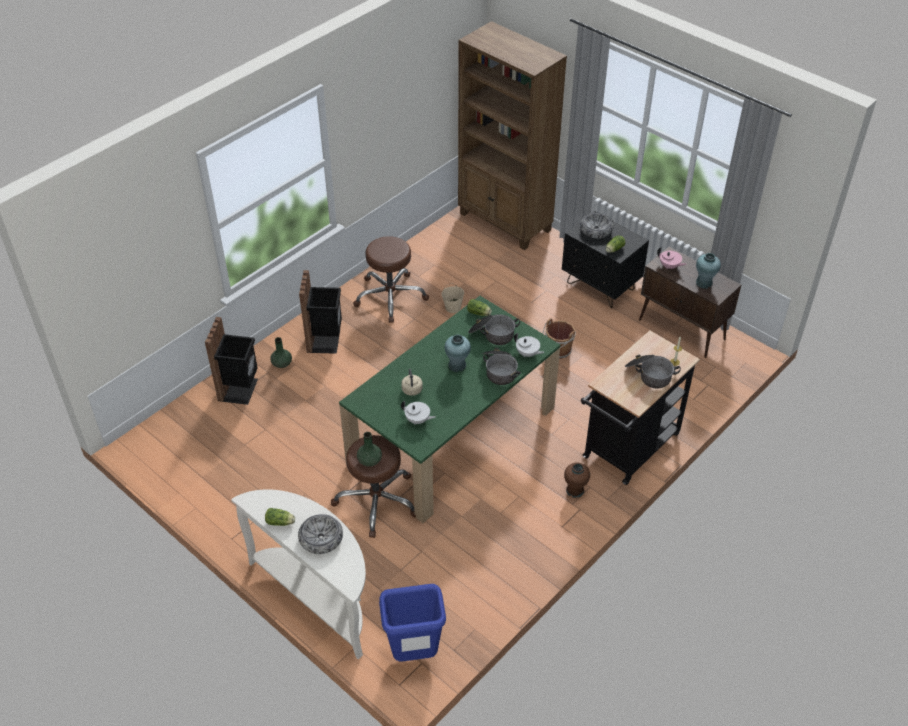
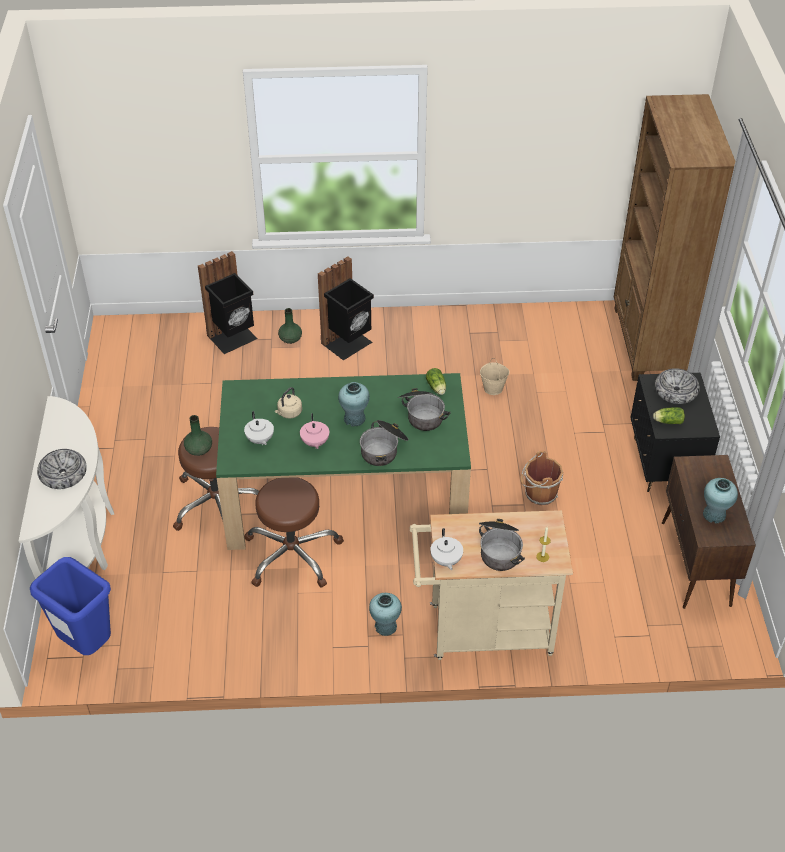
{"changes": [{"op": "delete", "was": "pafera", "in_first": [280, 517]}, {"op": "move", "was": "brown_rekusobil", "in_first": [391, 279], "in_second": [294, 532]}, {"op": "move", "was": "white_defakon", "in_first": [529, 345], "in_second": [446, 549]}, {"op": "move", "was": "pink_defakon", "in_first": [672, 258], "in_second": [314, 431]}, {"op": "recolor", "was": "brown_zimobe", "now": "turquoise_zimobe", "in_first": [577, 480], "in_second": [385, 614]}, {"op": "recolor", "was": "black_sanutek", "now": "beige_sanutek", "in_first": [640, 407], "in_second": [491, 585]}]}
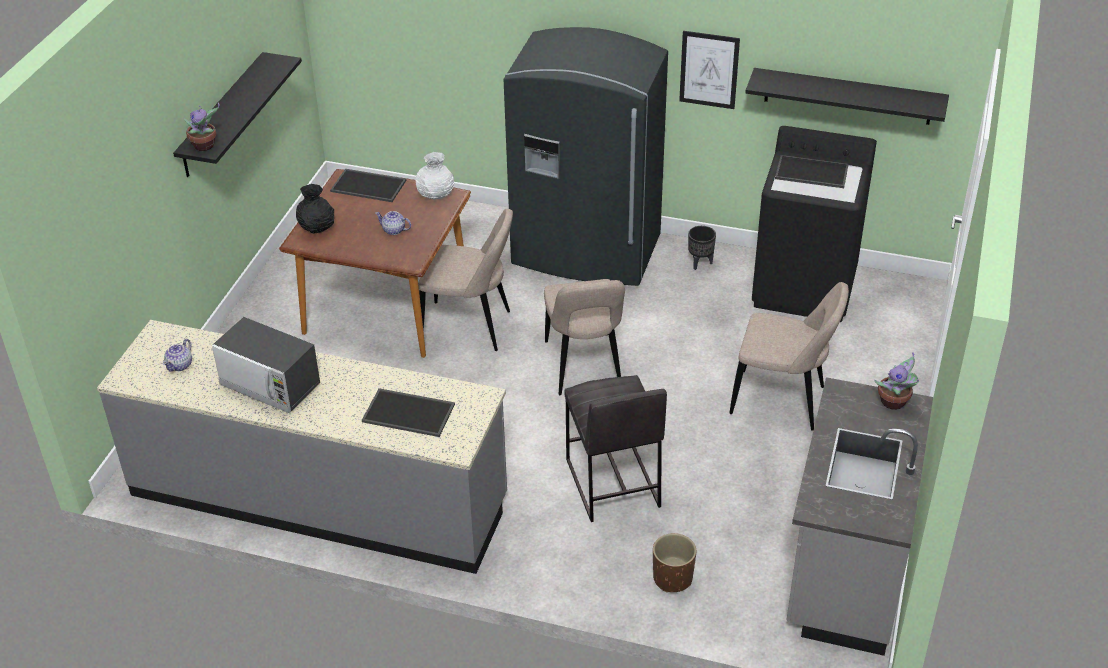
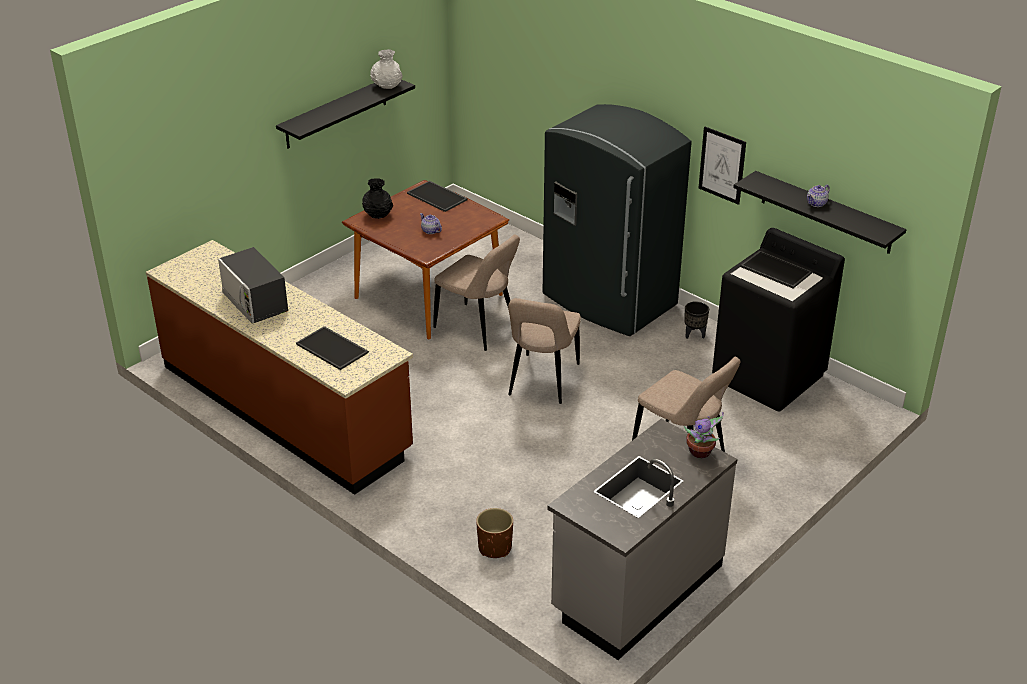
{"changes": [{"op": "delete", "was": "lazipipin", "in_first": [202, 126]}, {"op": "delete", "was": "grey_rekusobil", "in_first": [615, 448]}, {"op": "move", "was": "defakon", "in_first": [177, 355], "in_second": [818, 196]}, {"op": "move", "was": "white_zimobe", "in_first": [435, 176], "in_second": [386, 69]}, {"op": "recolor", "was": "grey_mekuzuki", "now": "brown_mekuzuki", "in_first": [302, 447], "in_second": [279, 367]}]}
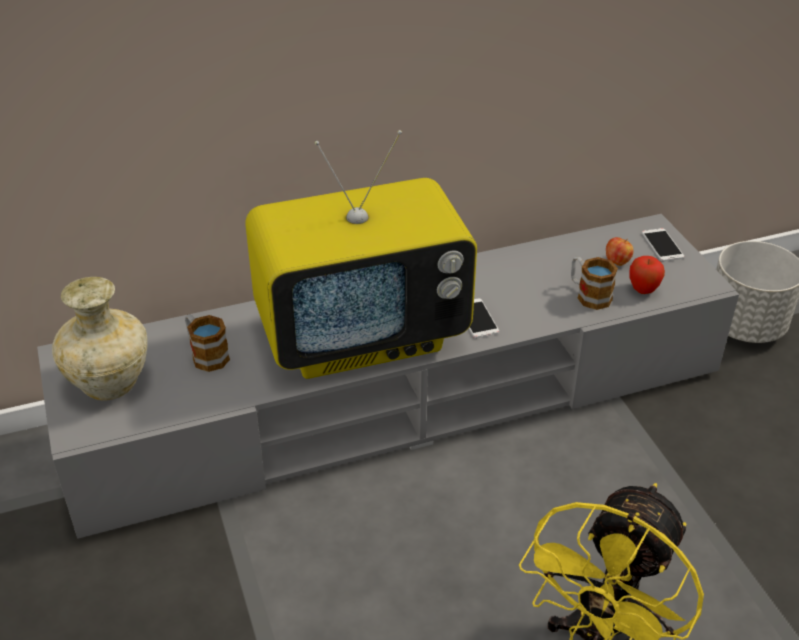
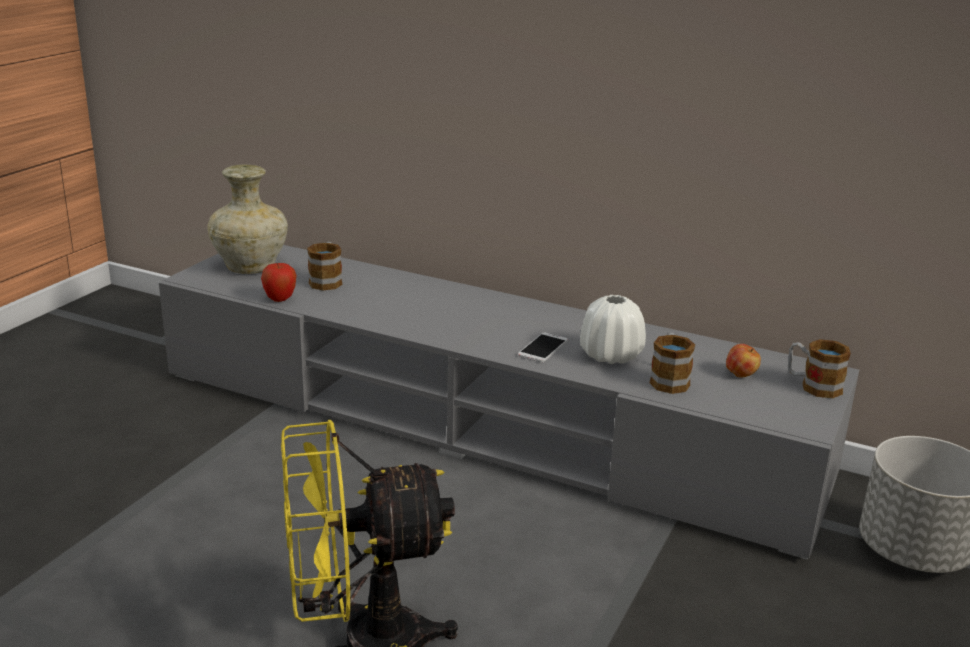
{"changes": [{"op": "delete", "was": "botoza", "in_first": [361, 254]}, {"op": "insert", "now": "white_zimobe", "in_second": [613, 329]}, {"op": "move", "was": "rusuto", "in_first": [647, 275], "in_second": [278, 282]}, {"op": "replace", "was": "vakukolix", "now": "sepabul", "in_first": [663, 244], "in_second": [819, 369]}]}
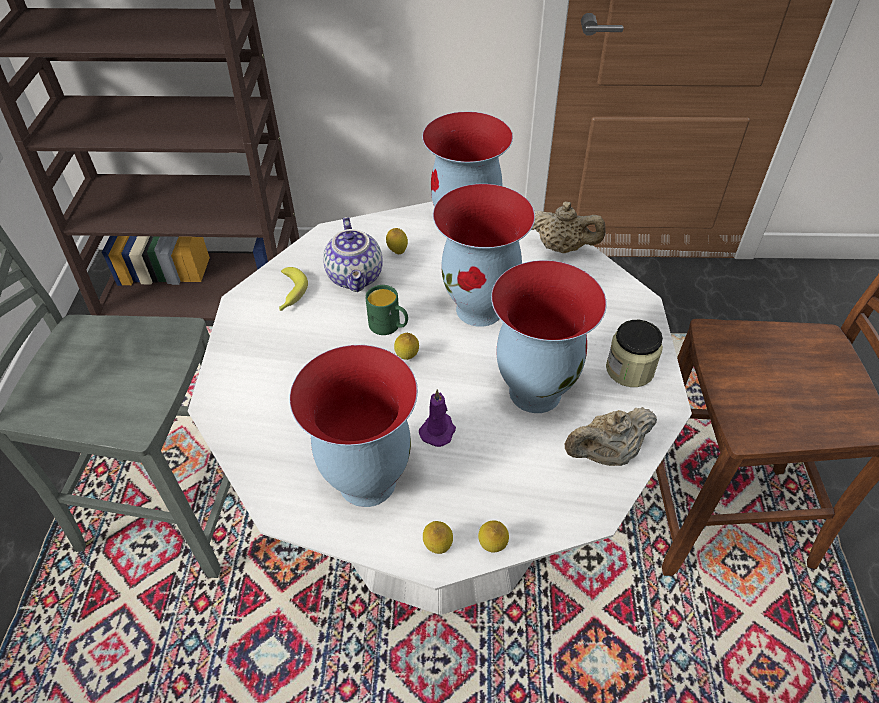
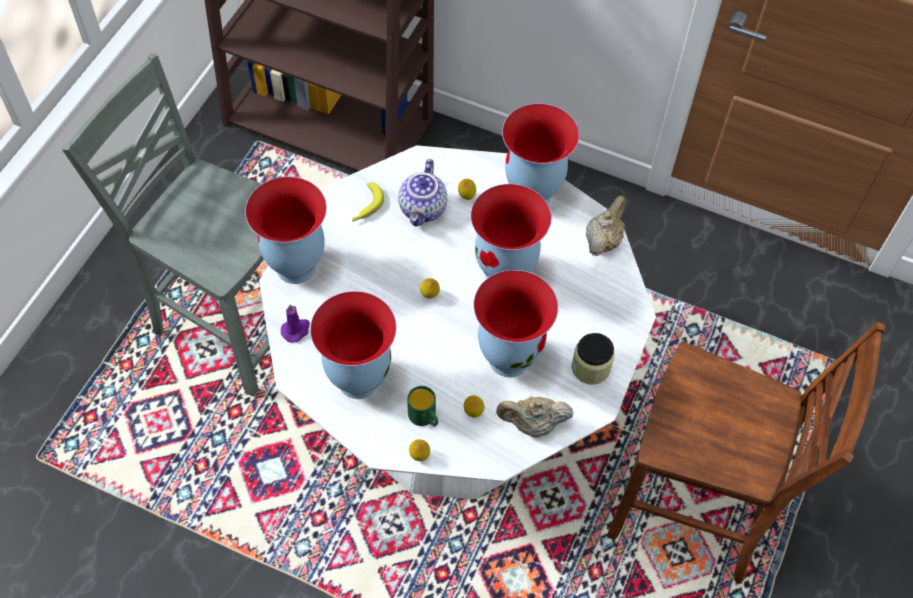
{"changes": [{"op": "insert", "now": "zimobe", "in_second": [286, 230]}, {"op": "move", "was": "green_sepabul", "in_first": [386, 310], "in_second": [422, 406]}, {"op": "move", "was": "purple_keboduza", "in_first": [437, 418], "in_second": [295, 323]}, {"op": "move", "was": "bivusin", "in_first": [438, 537], "in_second": [474, 406]}, {"op": "rotate", "was": "beige_defakon", "in_first": [568, 227], "in_second": [605, 226], "clockwise": -105}]}
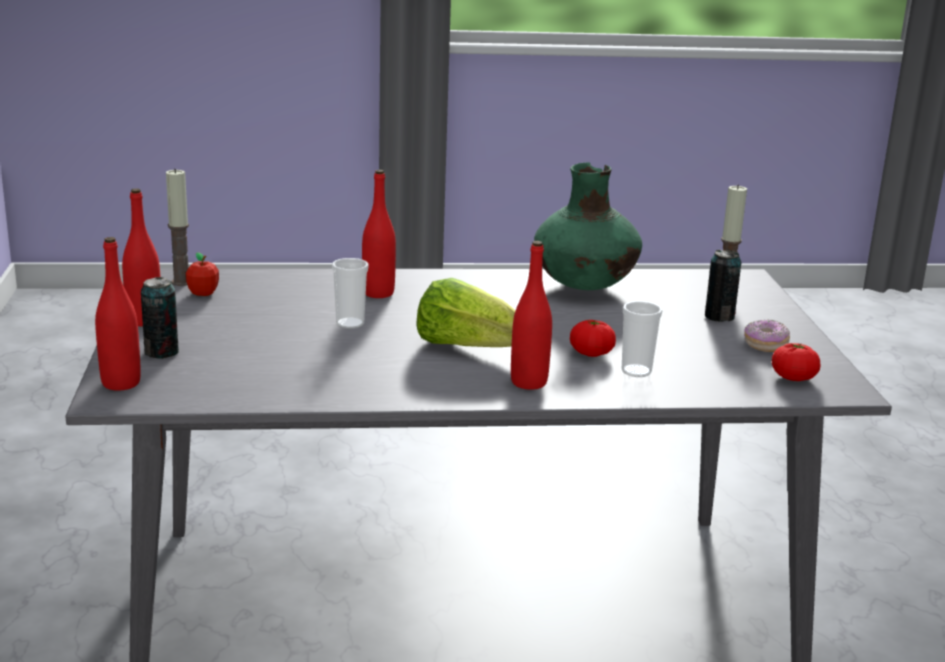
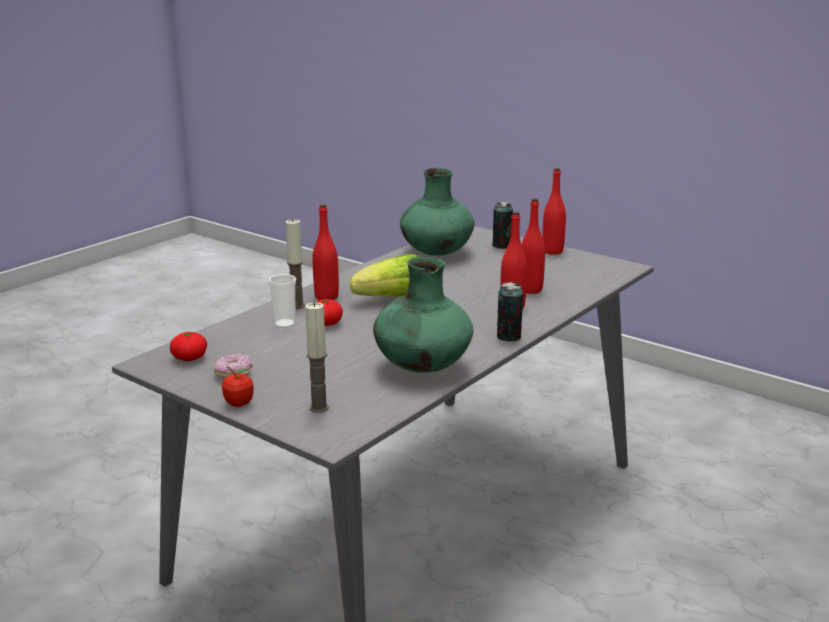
{"changes": [{"op": "delete", "was": "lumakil", "in_first": [350, 293]}, {"op": "insert", "now": "green_zimobe", "in_second": [437, 212]}, {"op": "move", "was": "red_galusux", "in_first": [118, 314], "in_second": [533, 246]}, {"op": "move", "was": "keboduza", "in_first": [177, 227], "in_second": [295, 264]}, {"op": "move", "was": "rusuto", "in_first": [202, 274], "in_second": [238, 386]}, {"op": "move", "was": "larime", "in_first": [723, 285], "in_second": [510, 312]}]}
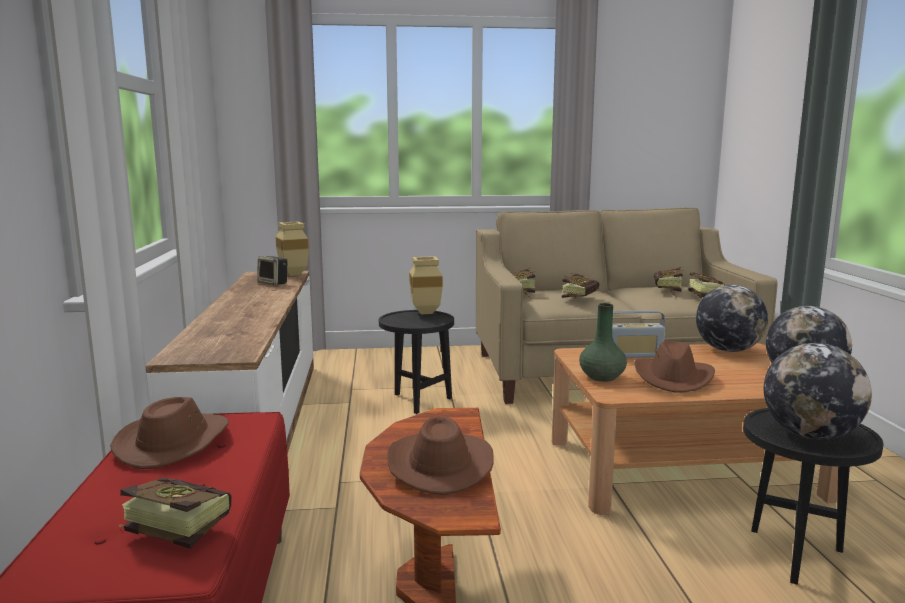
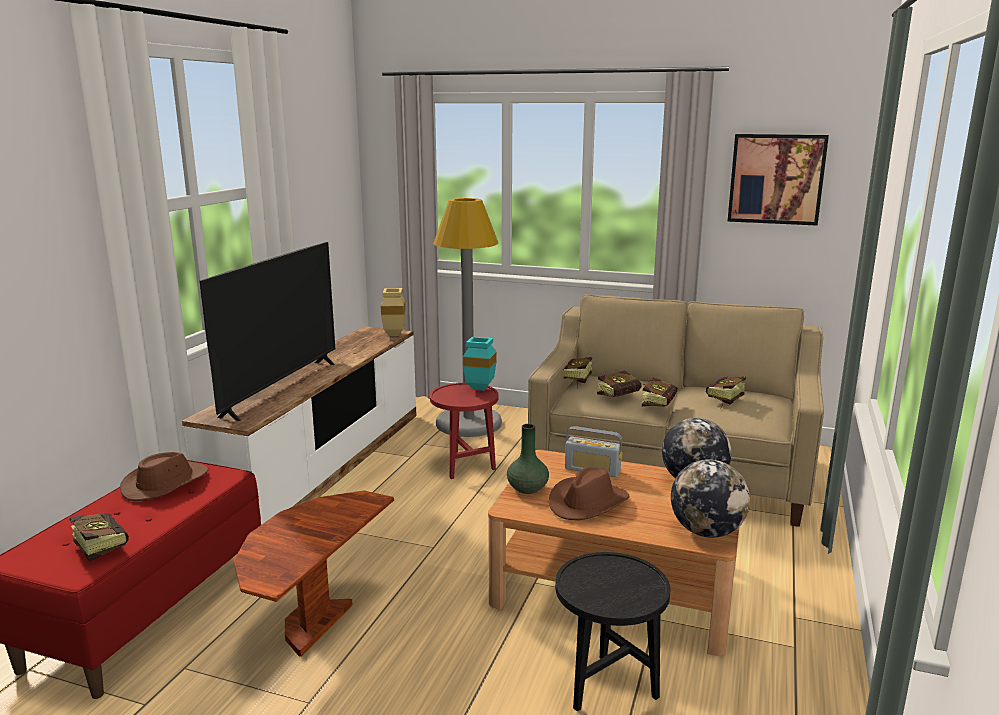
{"changes": [{"op": "delete", "was": "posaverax", "in_first": [272, 270]}, {"op": "delete", "was": "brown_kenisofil", "in_first": [440, 456]}, {"op": "delete", "was": "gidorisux", "in_first": [818, 391]}, {"op": "insert", "now": "botoza", "in_second": [267, 331]}, {"op": "insert", "now": "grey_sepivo", "in_second": [467, 317]}, {"op": "insert", "now": "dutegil", "in_second": [778, 180]}, {"op": "move", "was": "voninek", "in_first": [706, 285], "in_second": [660, 391]}, {"op": "recolor", "was": "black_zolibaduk", "now": "red_zolibaduk", "in_first": [416, 362], "in_second": [464, 431]}, {"op": "recolor", "was": "beige_zimobe", "now": "turquoise_zimobe", "in_first": [426, 285], "in_second": [480, 364]}]}
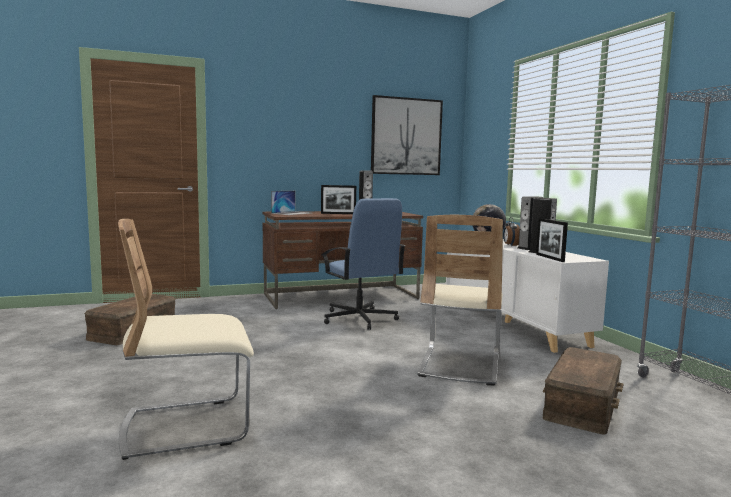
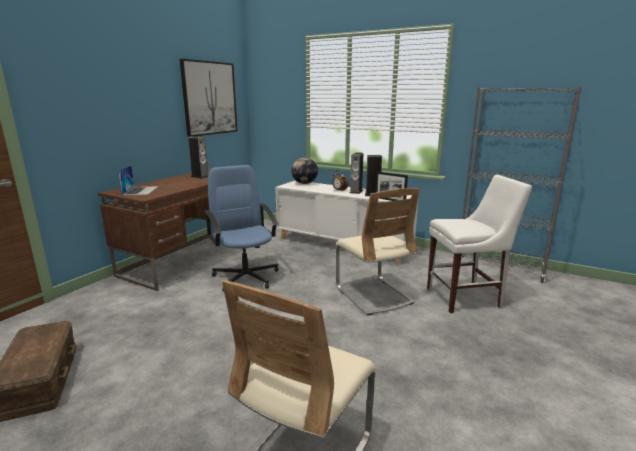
{"changes": [{"op": "delete", "was": "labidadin", "in_first": [338, 199]}, {"op": "replace", "was": "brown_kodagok", "now": "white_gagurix", "in_first": [583, 391], "in_second": [479, 244]}, {"op": "rotate", "was": "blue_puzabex", "in_first": [364, 264], "in_second": [242, 228], "clockwise": -135}]}
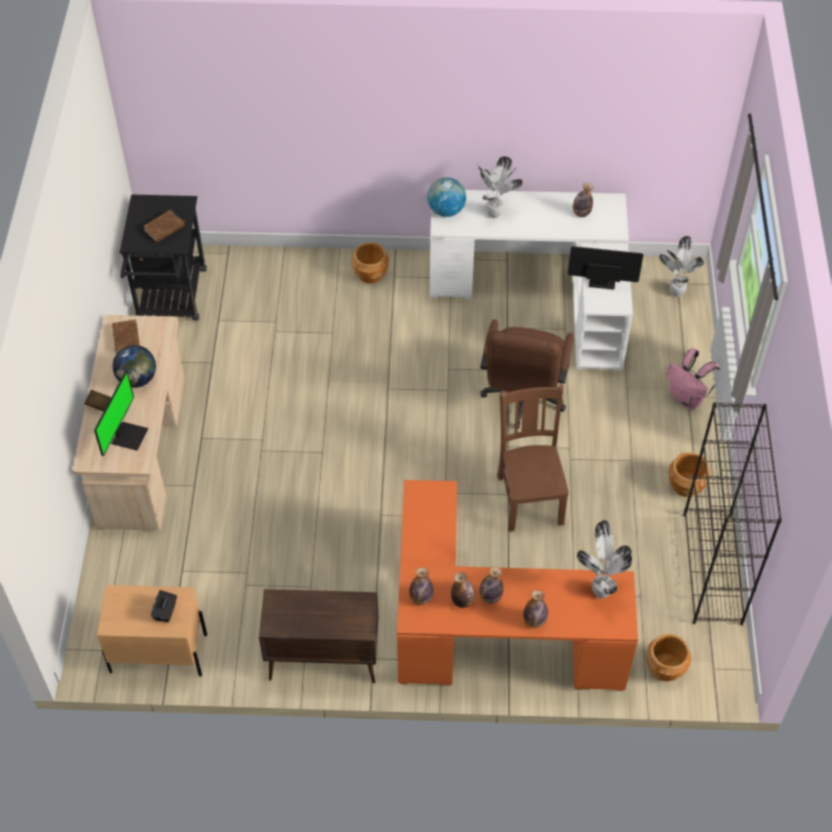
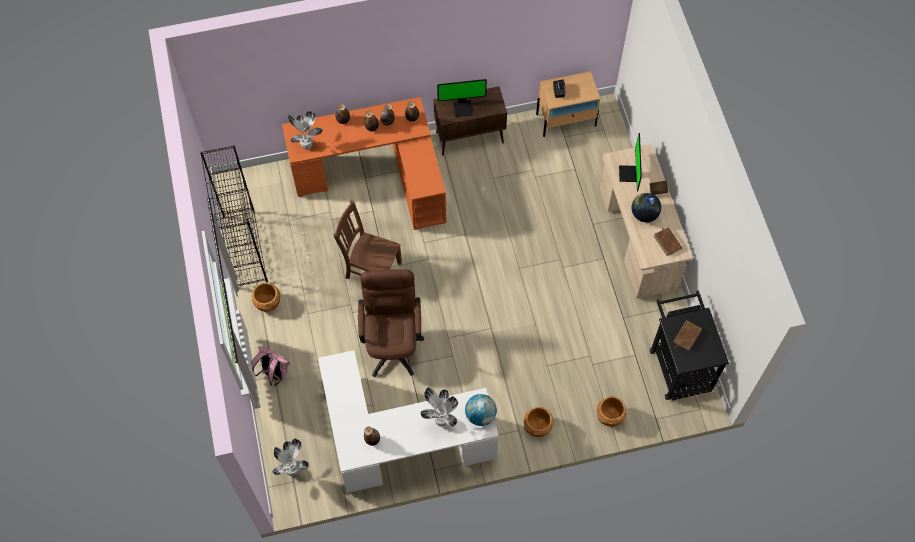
{"changes": [{"op": "move", "was": "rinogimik", "in_first": [605, 268], "in_second": [462, 98]}, {"op": "move", "was": "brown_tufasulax", "in_first": [668, 657], "in_second": [612, 411]}, {"op": "rotate", "was": "brown_gagurix", "in_first": [533, 458], "in_second": [367, 239], "clockwise": 135}]}
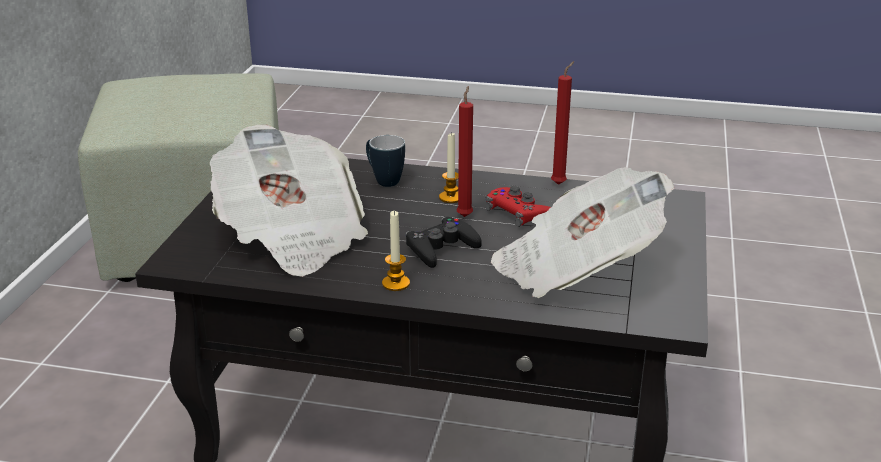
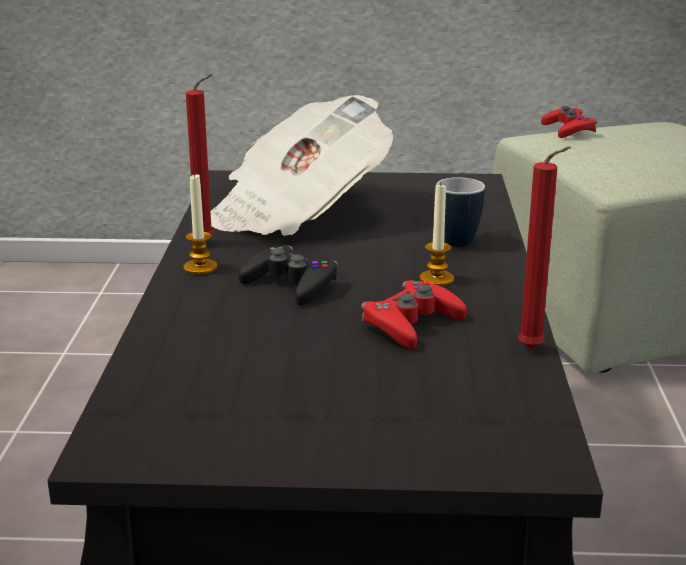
{"changes": [{"op": "delete", "was": "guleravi", "in_first": [583, 232]}, {"op": "insert", "now": "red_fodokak", "in_second": [569, 122]}, {"op": "move", "was": "red_keboduza", "in_first": [465, 151], "in_second": [200, 157]}]}
